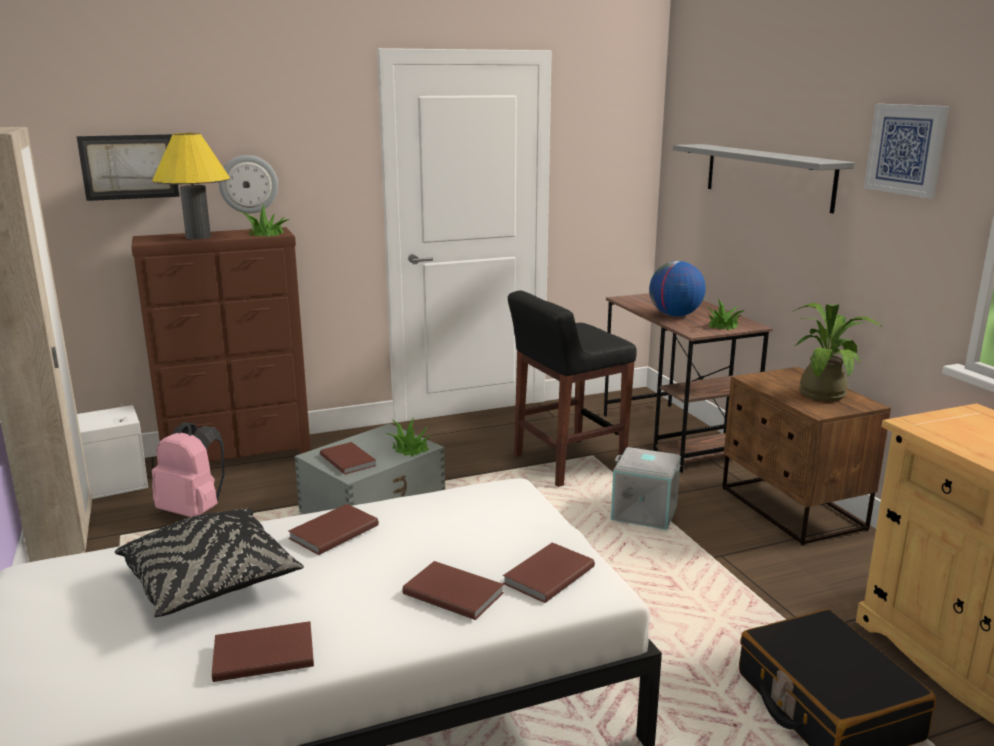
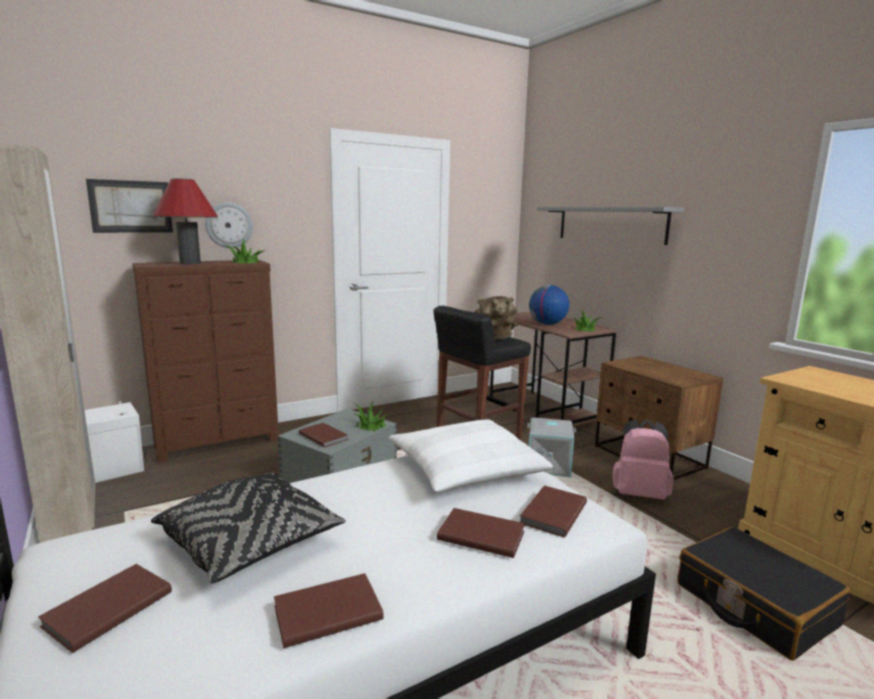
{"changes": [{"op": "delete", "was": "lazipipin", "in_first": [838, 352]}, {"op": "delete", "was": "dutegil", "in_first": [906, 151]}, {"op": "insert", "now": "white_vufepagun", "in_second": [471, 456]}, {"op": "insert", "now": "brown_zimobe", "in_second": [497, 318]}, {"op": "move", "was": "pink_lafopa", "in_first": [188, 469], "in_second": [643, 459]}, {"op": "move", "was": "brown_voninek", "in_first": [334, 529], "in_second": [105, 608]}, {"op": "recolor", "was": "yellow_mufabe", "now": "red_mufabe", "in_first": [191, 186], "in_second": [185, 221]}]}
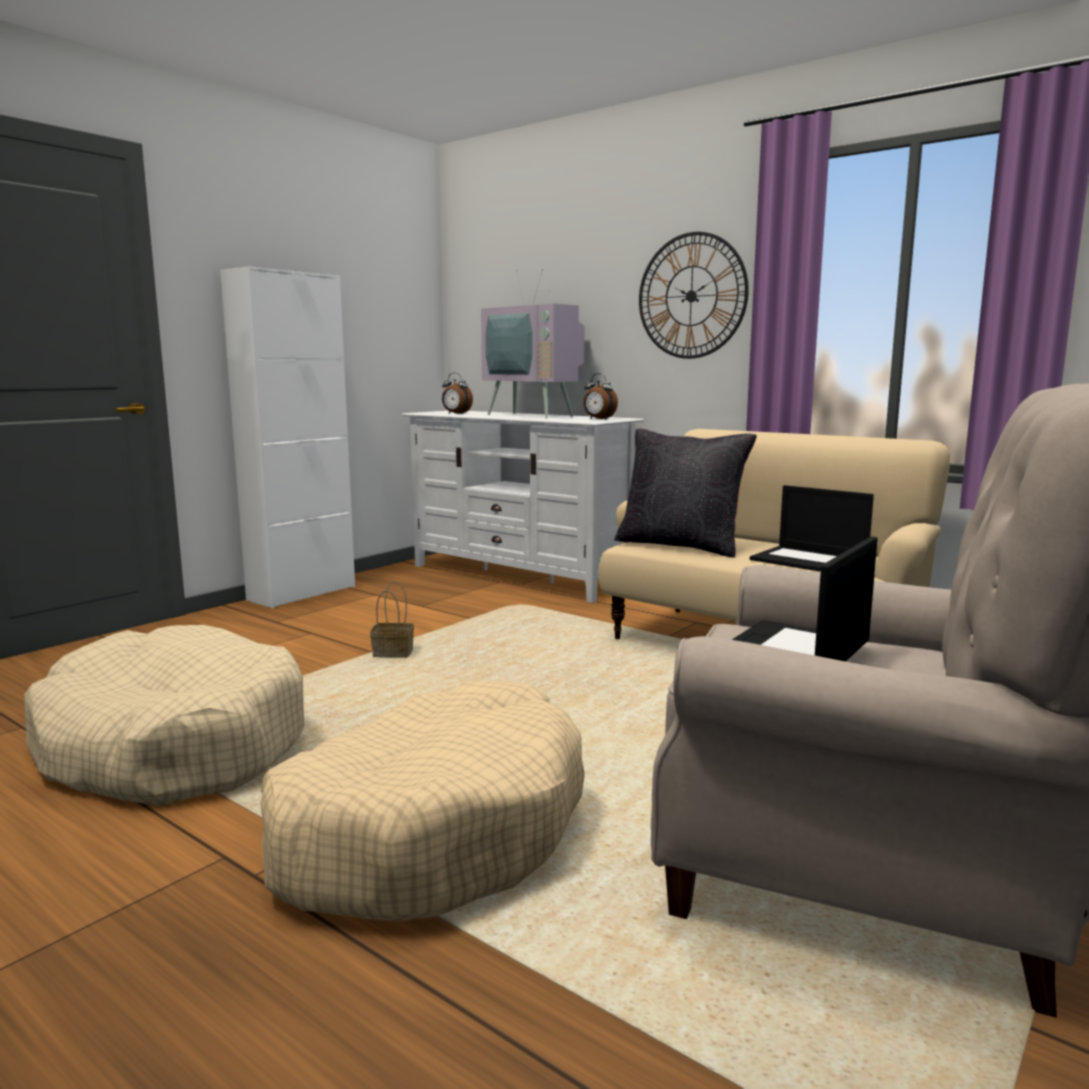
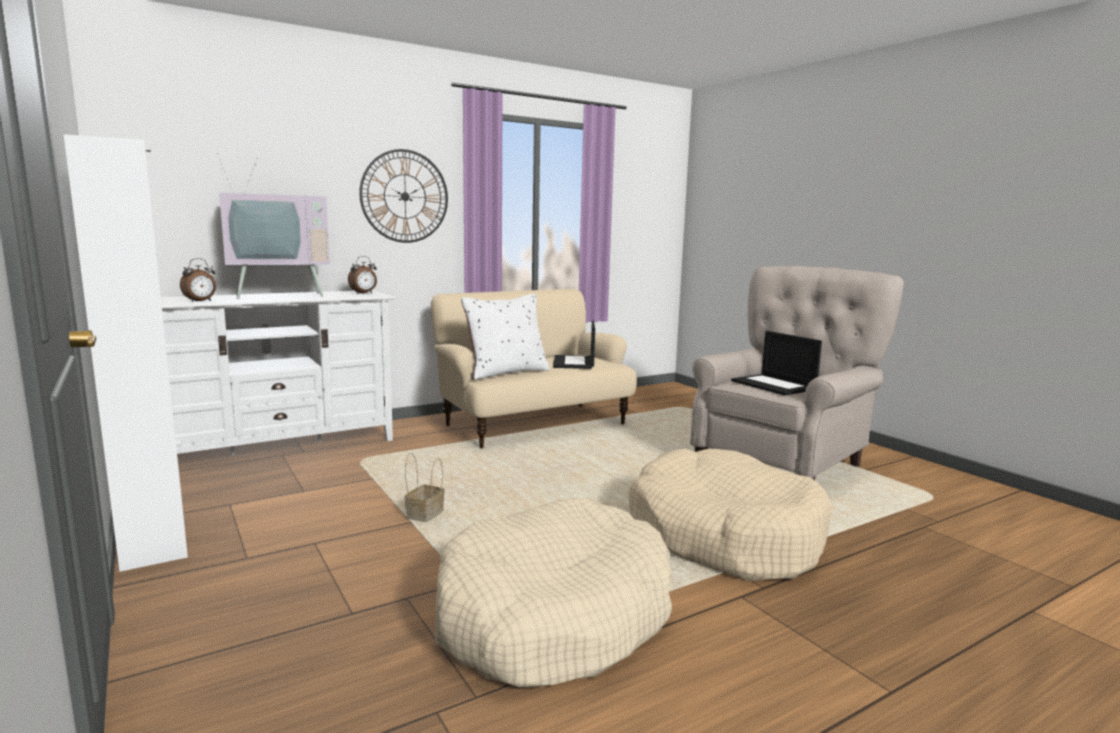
{"changes": [{"op": "recolor", "was": "black_vufepagun", "now": "white_vufepagun", "in_first": [685, 493], "in_second": [505, 336]}, {"op": "rotate", "was": "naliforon", "in_first": [812, 528], "in_second": [574, 345], "clockwise": 120}]}
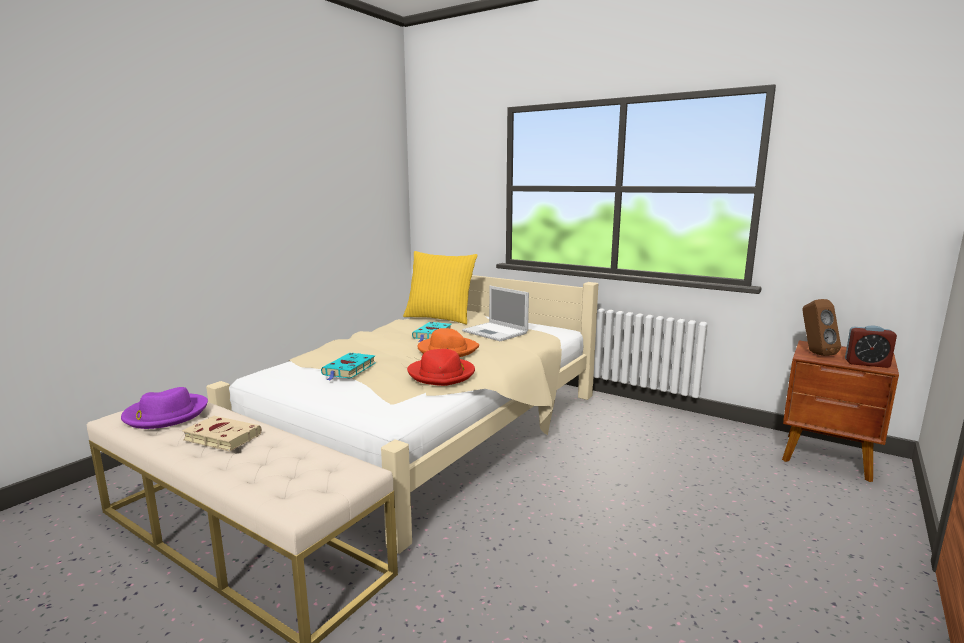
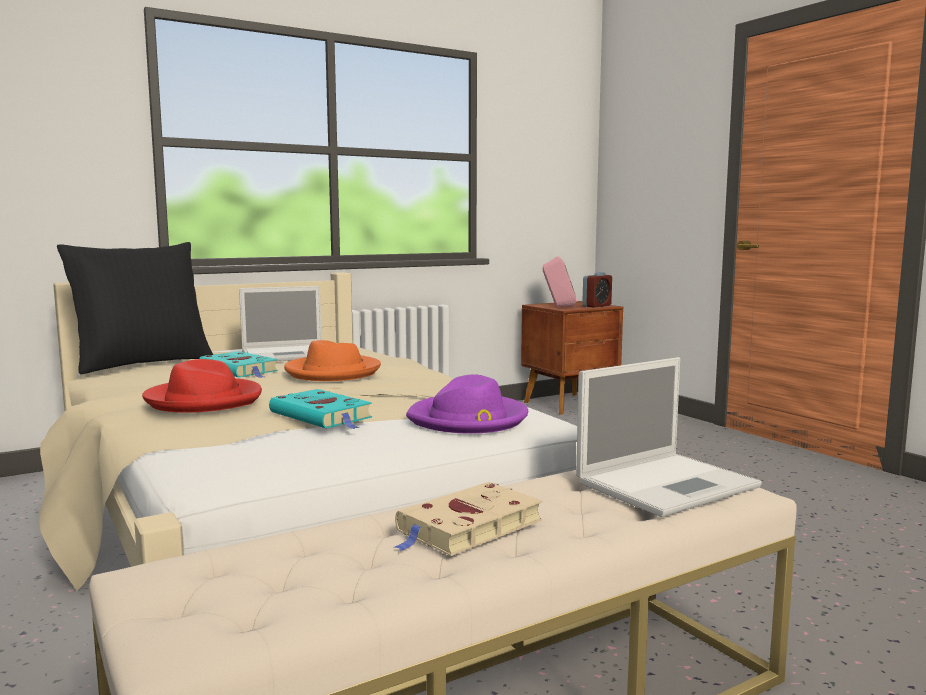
{"changes": [{"op": "insert", "now": "naliforon", "in_second": [669, 437]}, {"op": "move", "was": "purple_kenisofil", "in_first": [164, 408], "in_second": [467, 404]}, {"op": "move", "was": "red_kenisofil", "in_first": [441, 367], "in_second": [202, 386]}, {"op": "recolor", "was": "yellow_vufepagun", "now": "black_vufepagun", "in_first": [440, 288], "in_second": [135, 308]}, {"op": "recolor", "was": "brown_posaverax", "now": "pink_posaverax", "in_first": [821, 327], "in_second": [560, 281]}]}
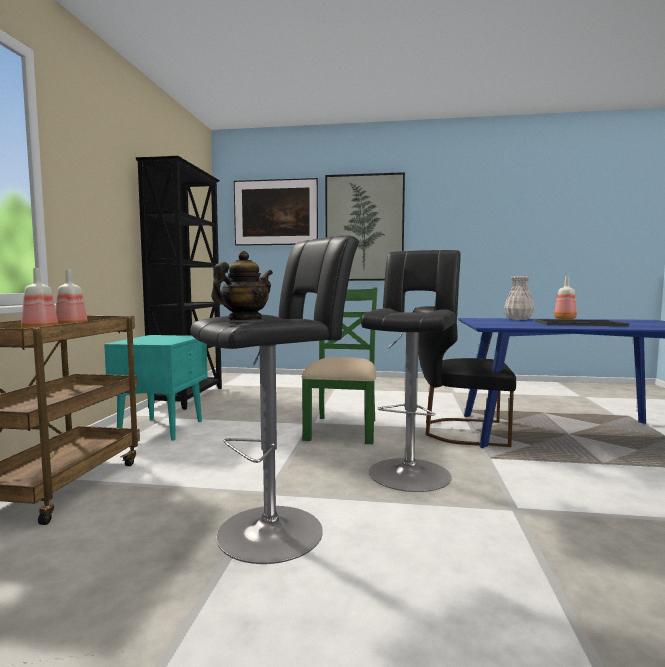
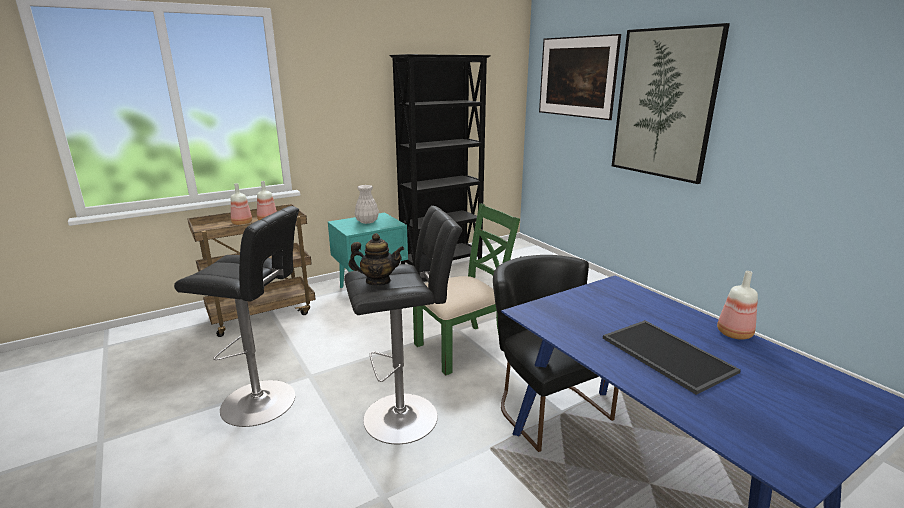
{"changes": [{"op": "move", "was": "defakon", "in_first": [242, 285], "in_second": [377, 259]}, {"op": "move", "was": "white_zimobe", "in_first": [519, 298], "in_second": [366, 204]}]}
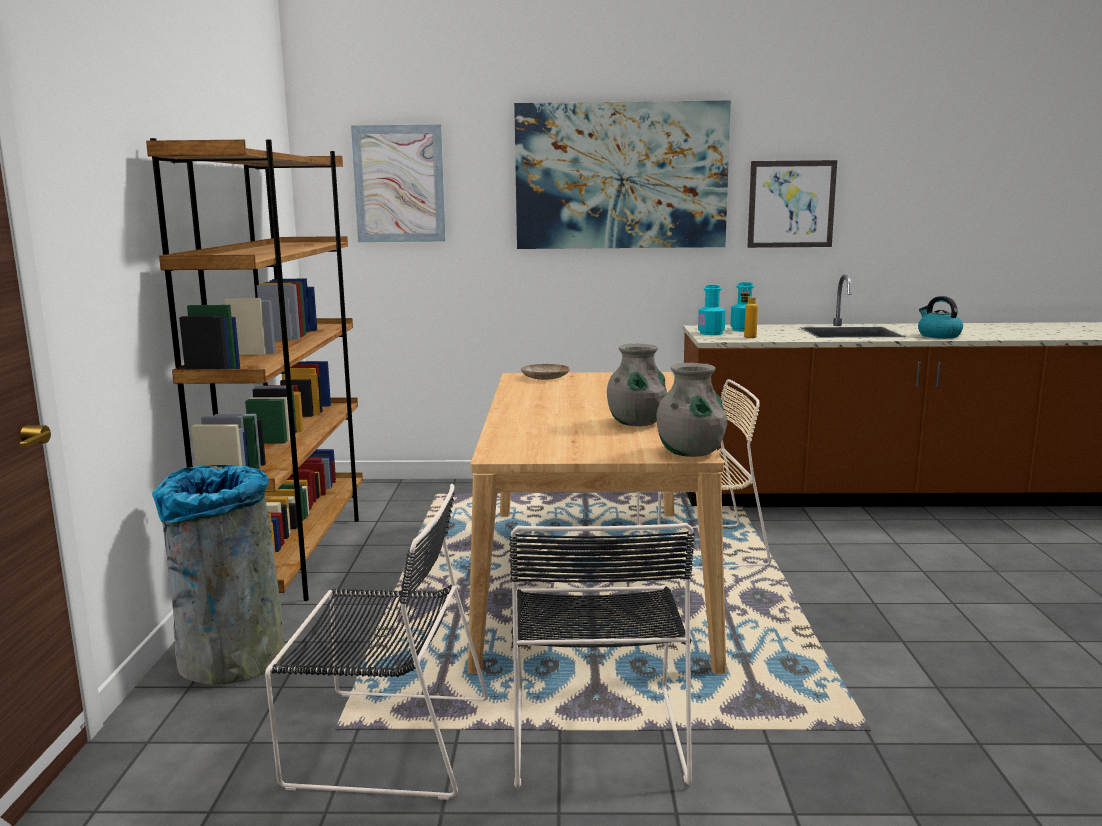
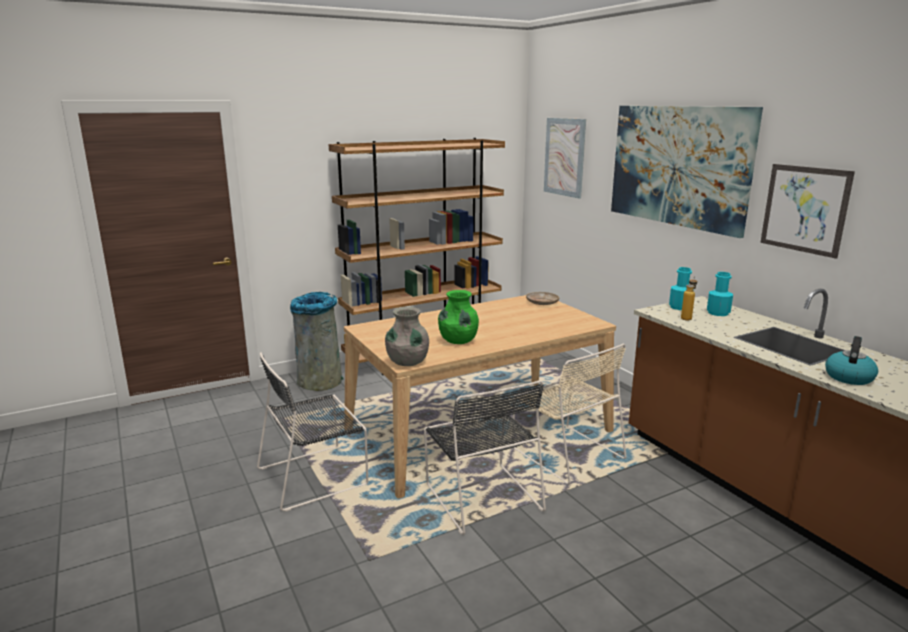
{"changes": [{"op": "move", "was": "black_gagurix", "in_first": [376, 642], "in_second": [485, 457]}, {"op": "recolor", "was": "grey_zimobe", "now": "green_zimobe", "in_first": [637, 385], "in_second": [458, 317]}]}
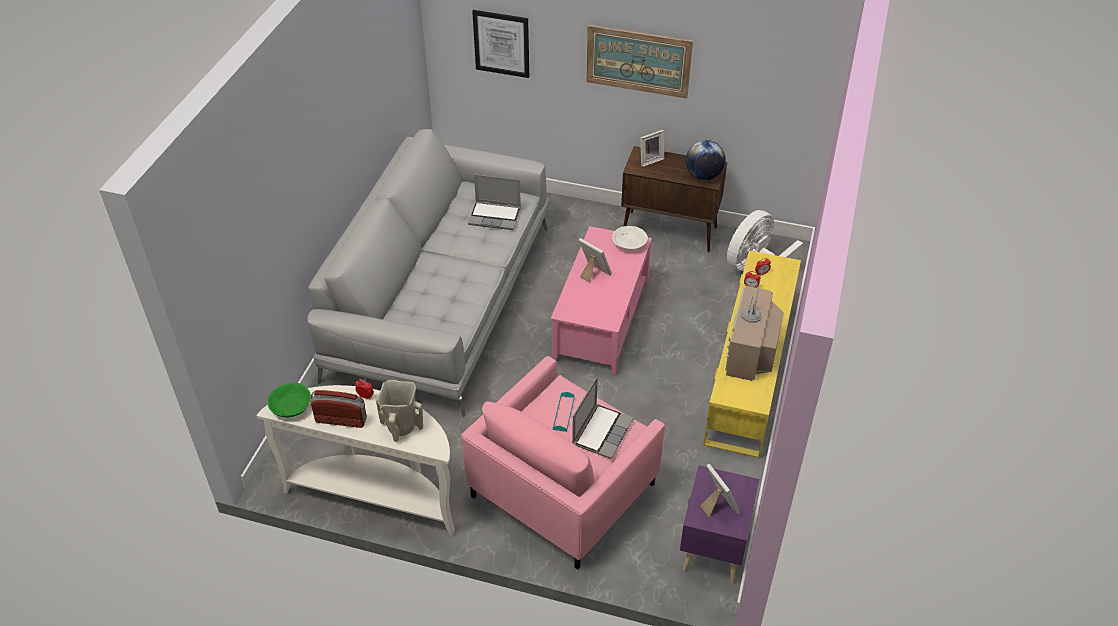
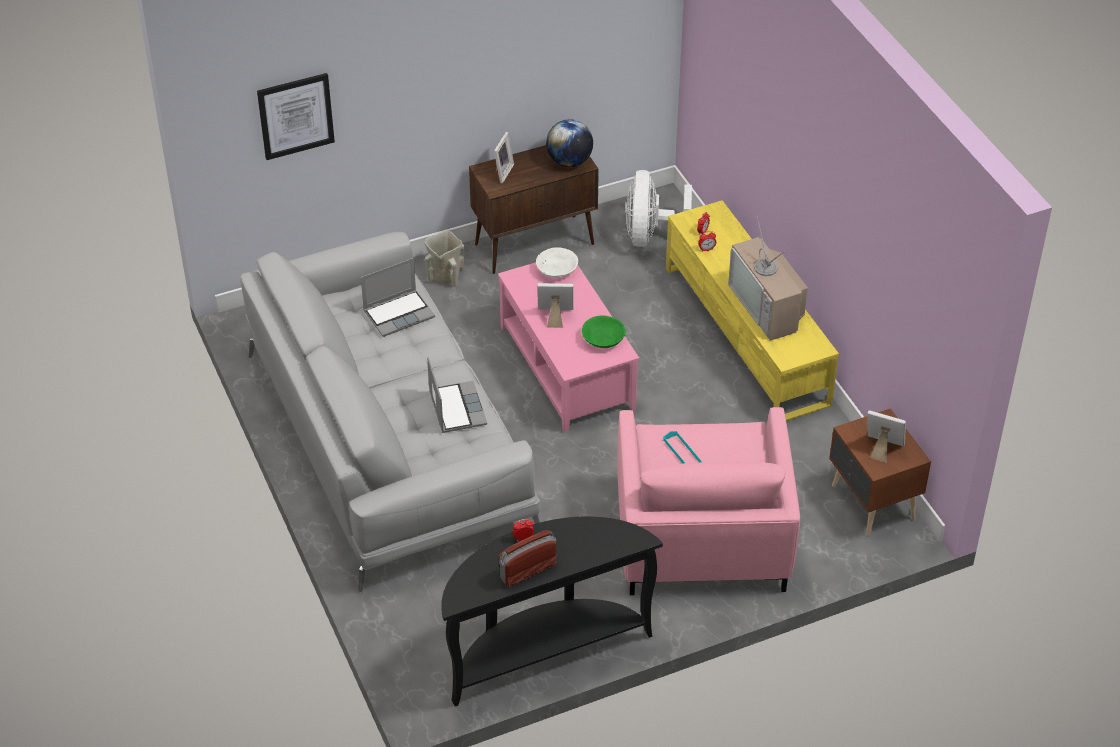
{"changes": [{"op": "delete", "was": "dutegil", "in_first": [639, 62]}, {"op": "move", "was": "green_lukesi", "in_first": [289, 400], "in_second": [604, 331]}, {"op": "move", "was": "beige_zimobe", "in_first": [399, 411], "in_second": [444, 258]}, {"op": "move", "was": "naliforon", "in_first": [603, 418], "in_second": [457, 395]}, {"op": "recolor", "was": "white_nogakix", "now": "black_nogakix", "in_first": [356, 460], "in_second": [552, 611]}, {"op": "recolor", "was": "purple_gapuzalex", "now": "brown_gapuzalex", "in_first": [719, 524], "in_second": [880, 472]}]}
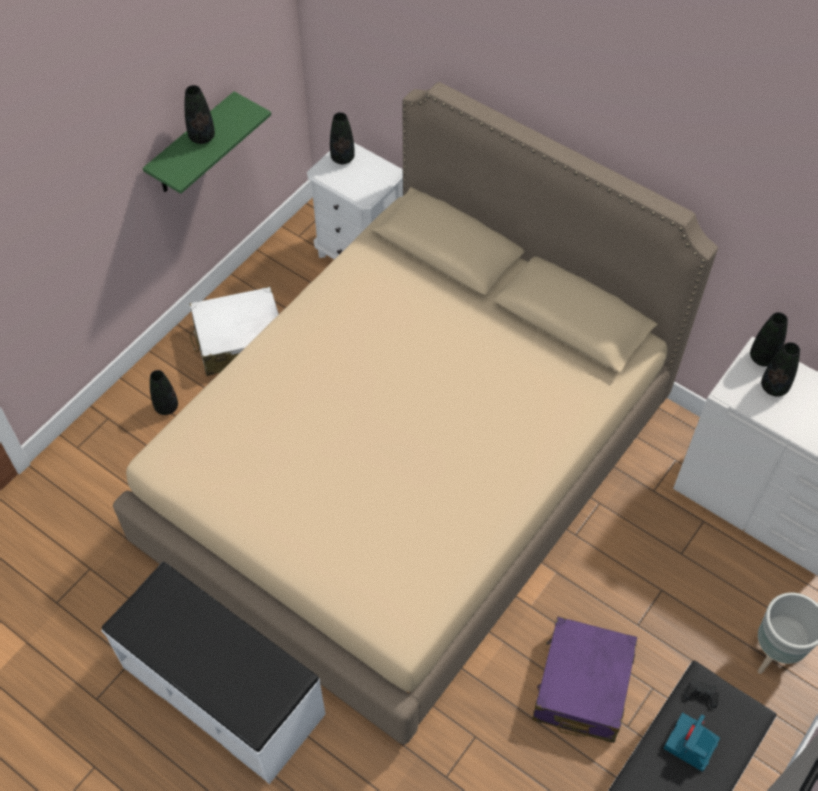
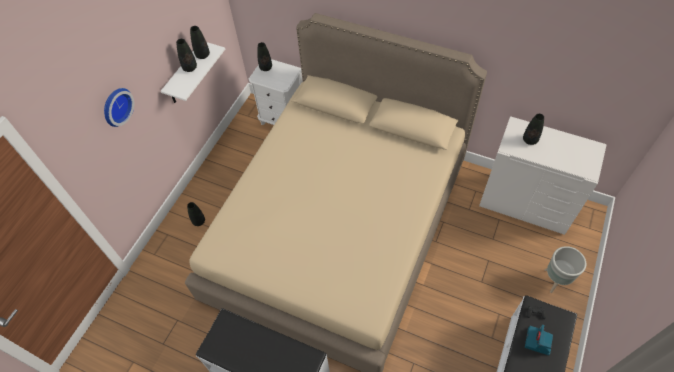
{"changes": [{"op": "delete", "was": "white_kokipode", "in_first": [234, 331]}, {"op": "delete", "was": "purple_kokipode", "in_first": [584, 679]}, {"op": "insert", "now": "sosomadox", "in_second": [119, 107]}, {"op": "move", "was": "black_zimobe", "in_first": [769, 339], "in_second": [200, 42]}, {"op": "recolor", "was": "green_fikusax", "now": "white_fikusax", "in_first": [207, 142], "in_second": [193, 72]}]}
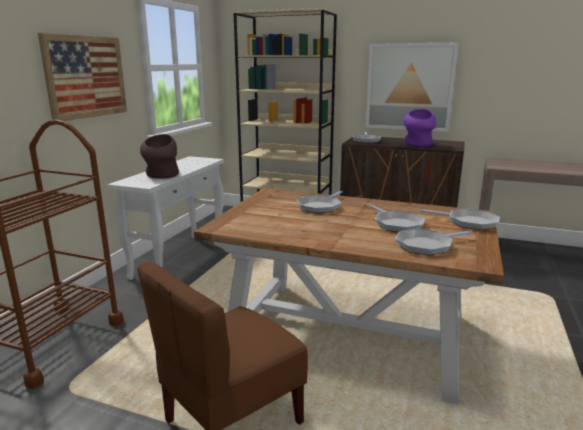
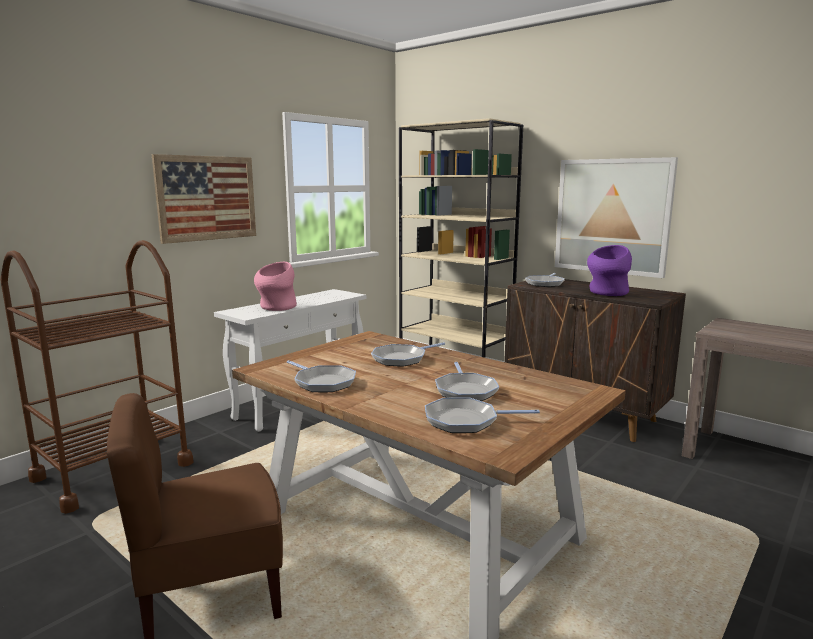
{"changes": [{"op": "move", "was": "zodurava", "in_first": [460, 219], "in_second": [321, 376]}, {"op": "recolor", "was": "brown_zimobe", "now": "pink_zimobe", "in_first": [159, 156], "in_second": [275, 286]}]}
